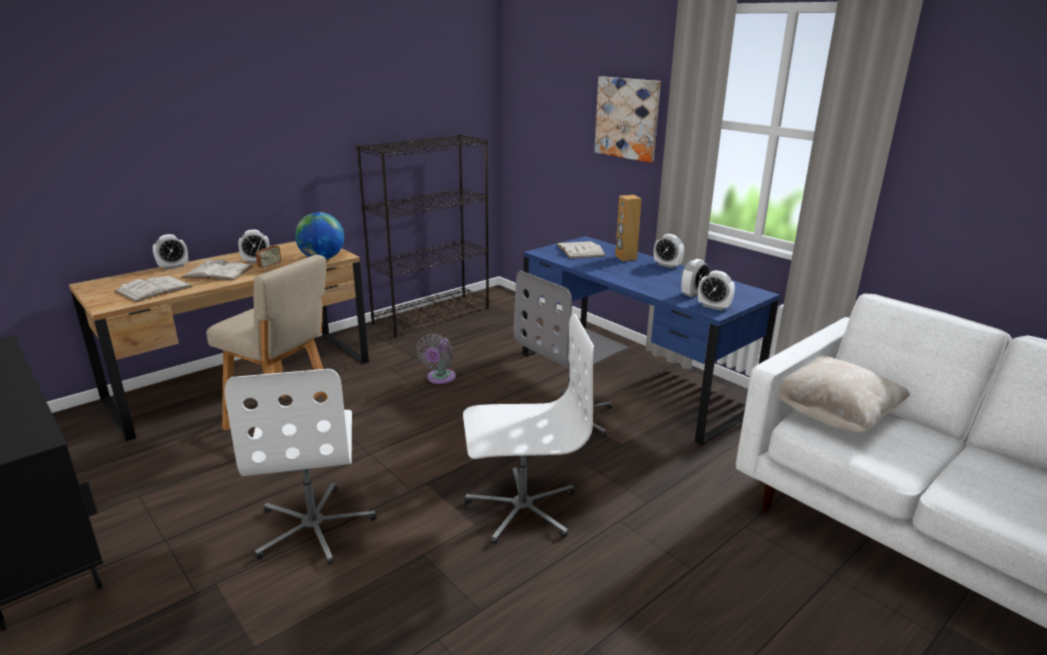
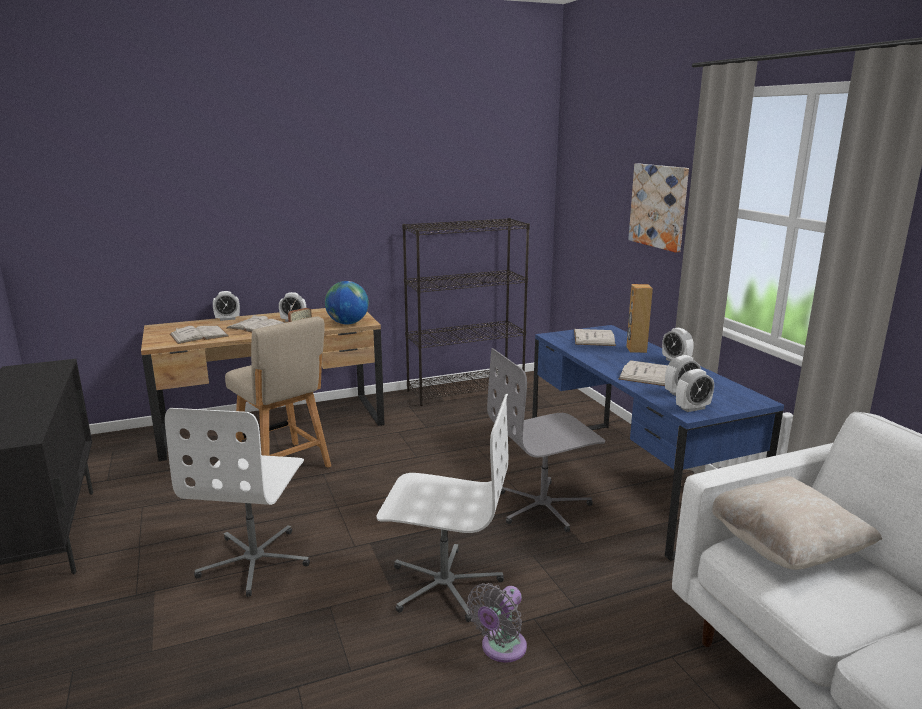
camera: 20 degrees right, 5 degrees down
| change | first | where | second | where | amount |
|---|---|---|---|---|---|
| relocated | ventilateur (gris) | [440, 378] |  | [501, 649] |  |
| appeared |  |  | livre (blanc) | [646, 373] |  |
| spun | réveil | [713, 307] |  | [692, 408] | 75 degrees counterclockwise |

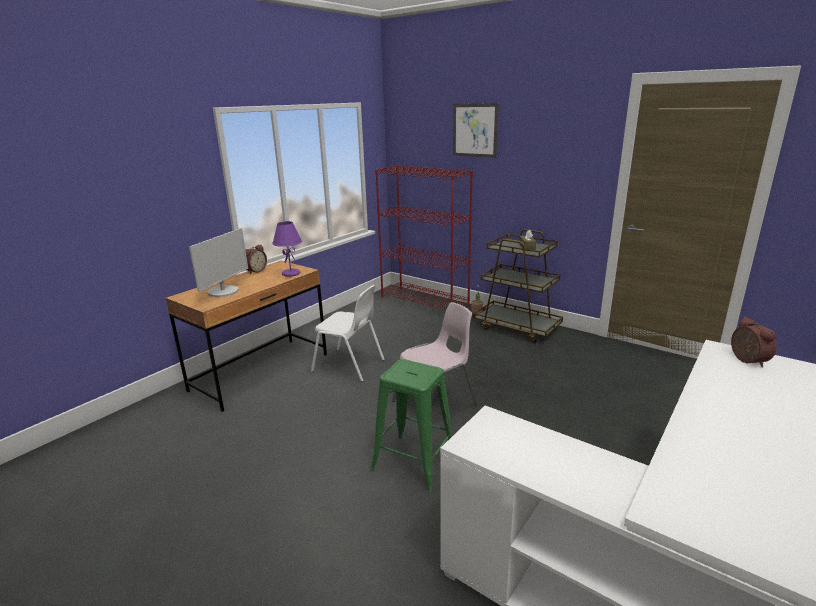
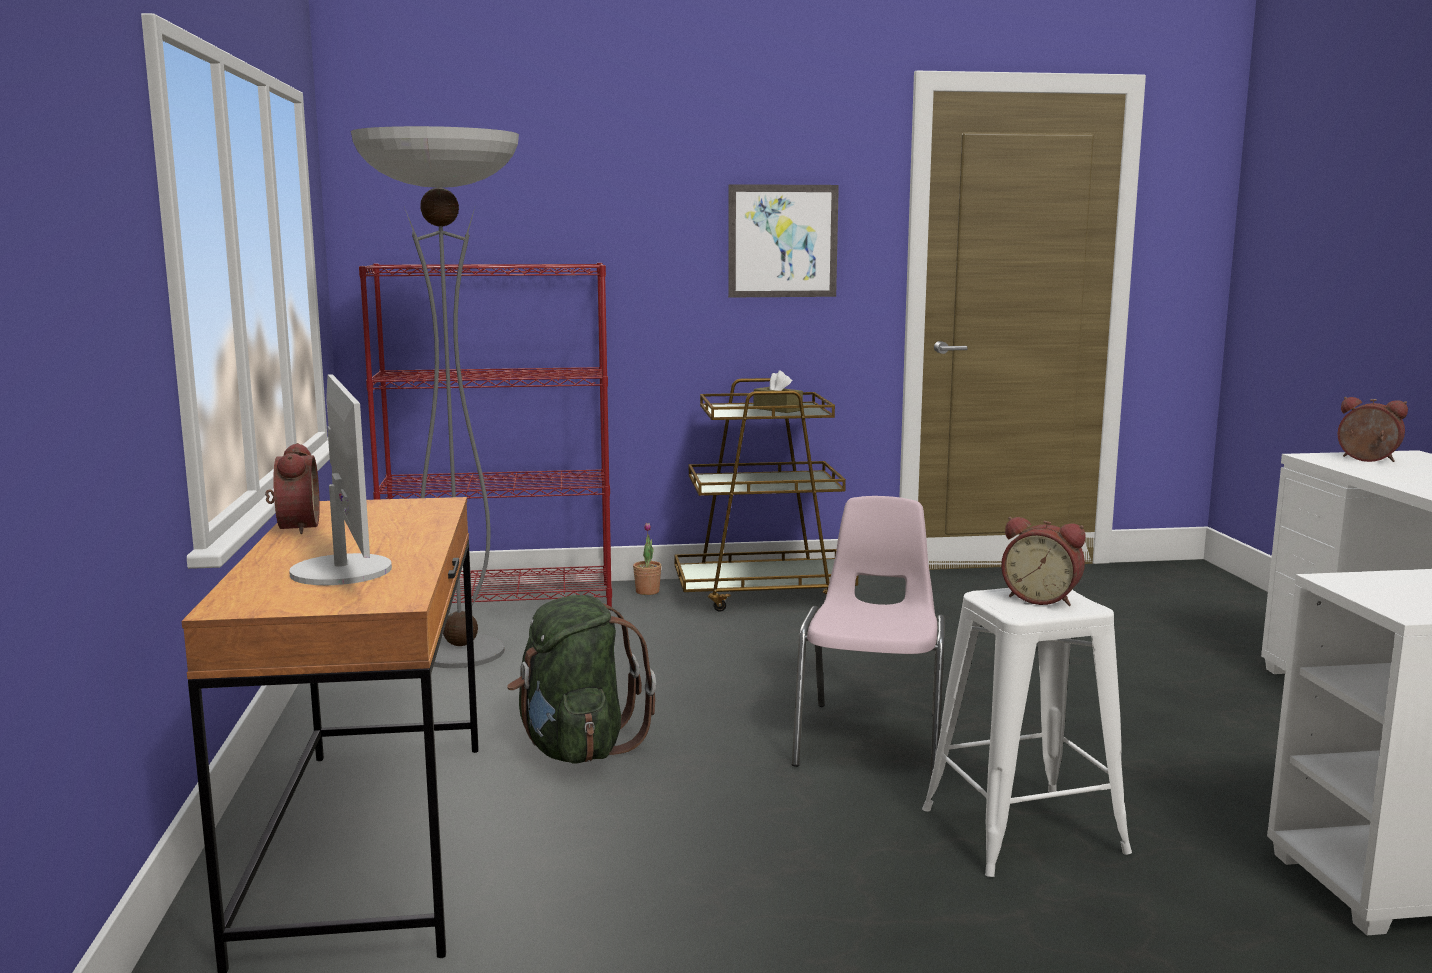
camera: 45 degrees left, 10 degrees down
| change | first | where | second | where | amount |
|---|---|---|---|---|---|
| appeared |  |  | lampadaire | [461, 652] |  |
| exchanged | chaise (blanc) | [349, 365] | sac à dos (vert) | [576, 748] |  |
| relocated | tableau | [475, 130] |  | [782, 241] |  |
| colour | tabouret (vert) | [414, 462] | tabouret (blanc) | [1023, 830] |  |
| appeared |  |  | réveil | [1041, 598] |  |
| missing | lampe de table (violet) | [291, 273] |  |  |  |

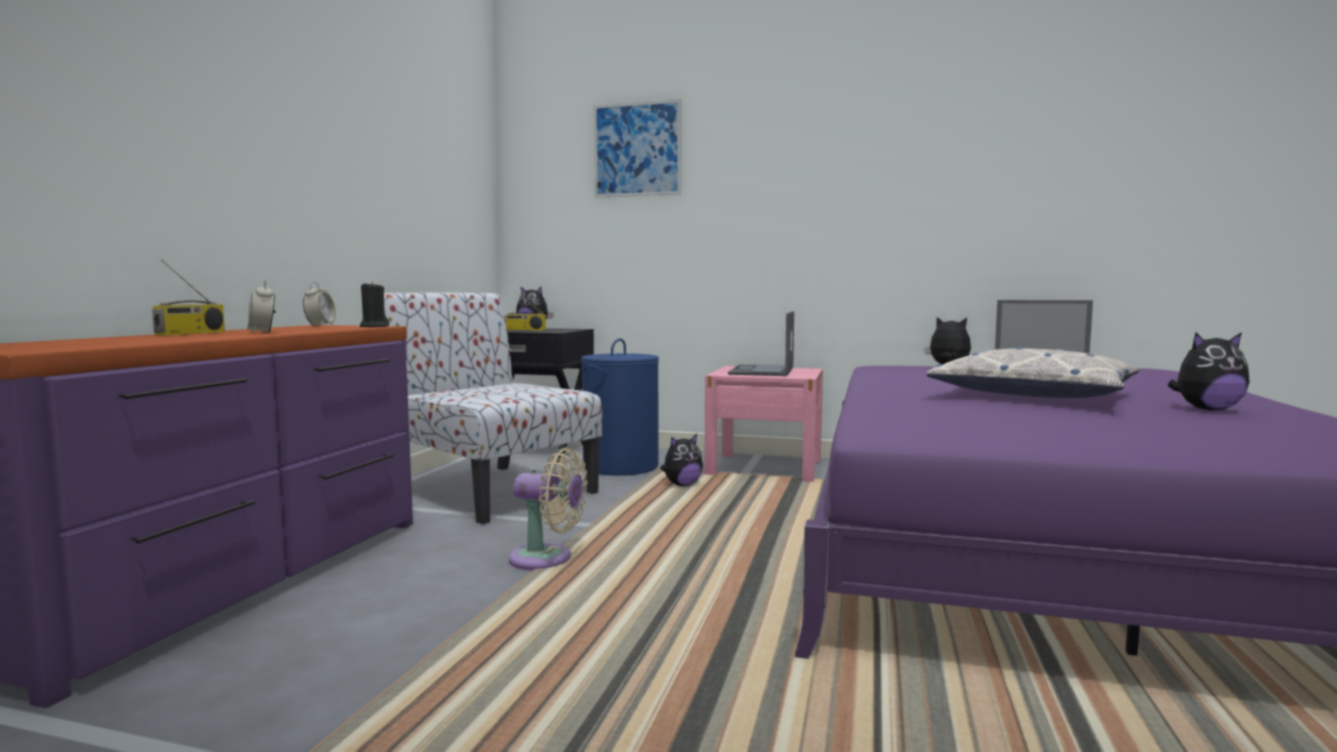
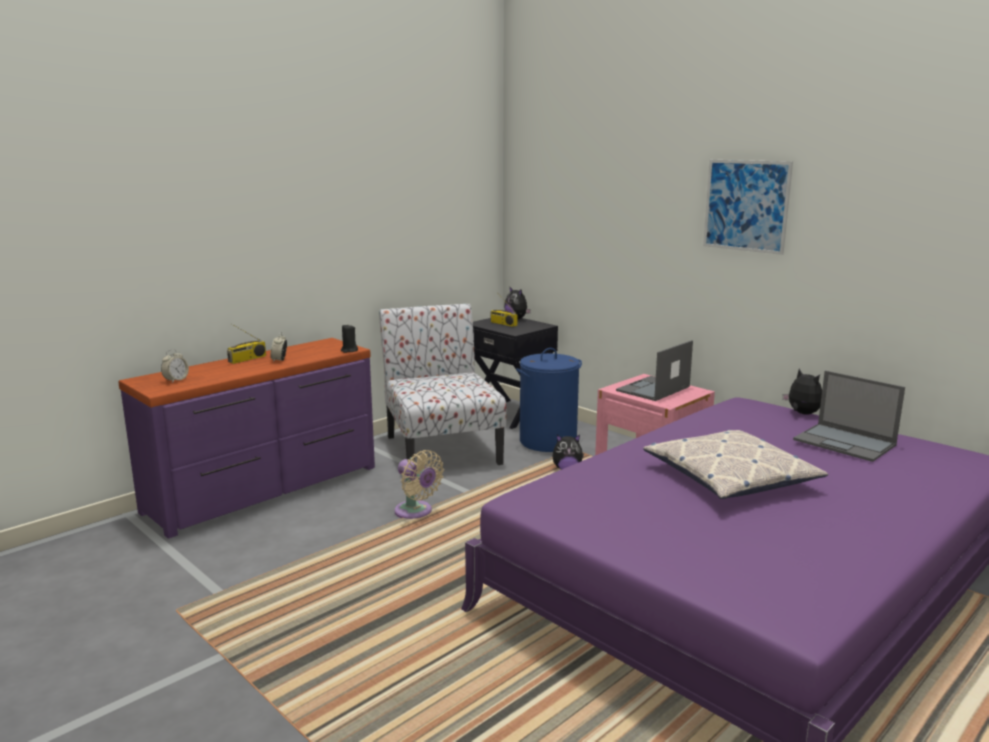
camera: 30 degrees right, 10 degrees up
| change | first | where | second | where | amount |
|---|---|---|---|---|---|
| relocated | réveil | [320, 325] |  | [176, 380] |  |
| relocated | tableau | [637, 149] |  | [746, 206] |  |
| missing | peluche | [1207, 409] |  |  |  |

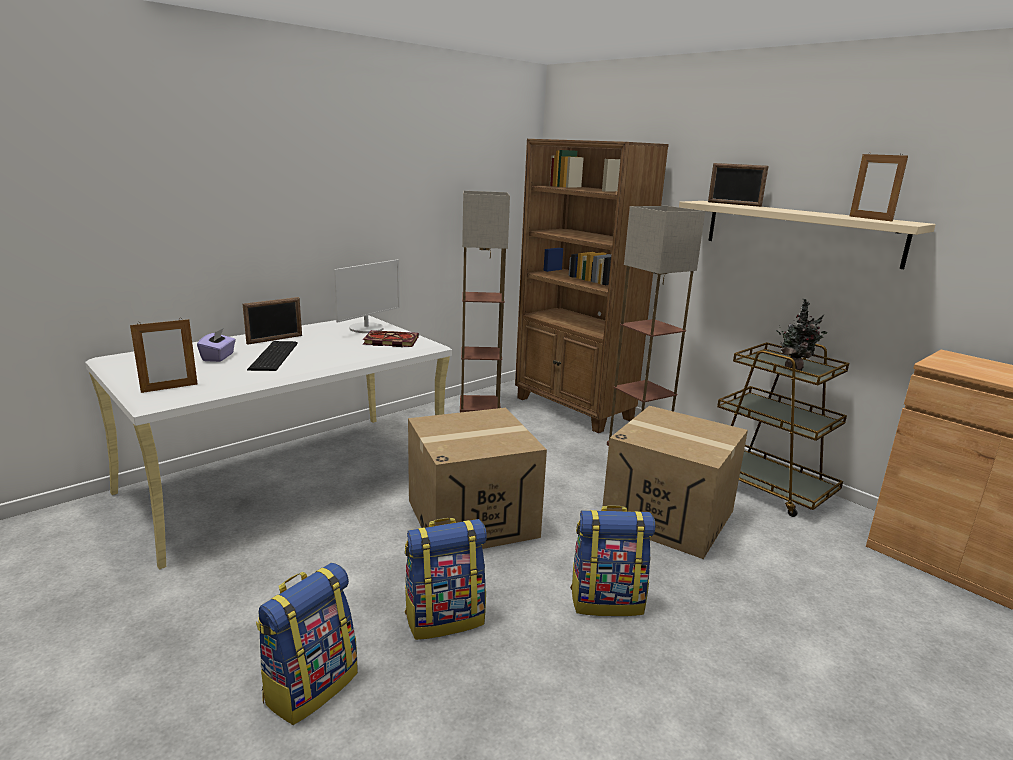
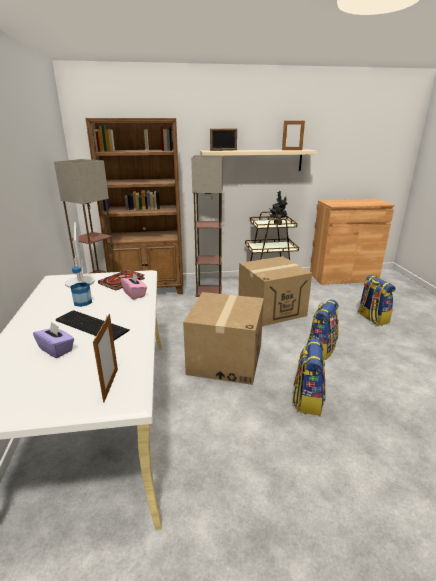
camera: 55 degrees left, 5 degrees up
| change | first | where | second | where | amount |
|---|---|---|---|---|---|
| appeared |  |  | bouteille | [83, 302] |  |
| appeared |  |  | boîte à mouchoirs (rose) | [135, 294] |  |
| relocated | sac à dos | [311, 686] |  | [372, 318] |  |
| missing | cadre photo | [275, 339] |  |  |  |

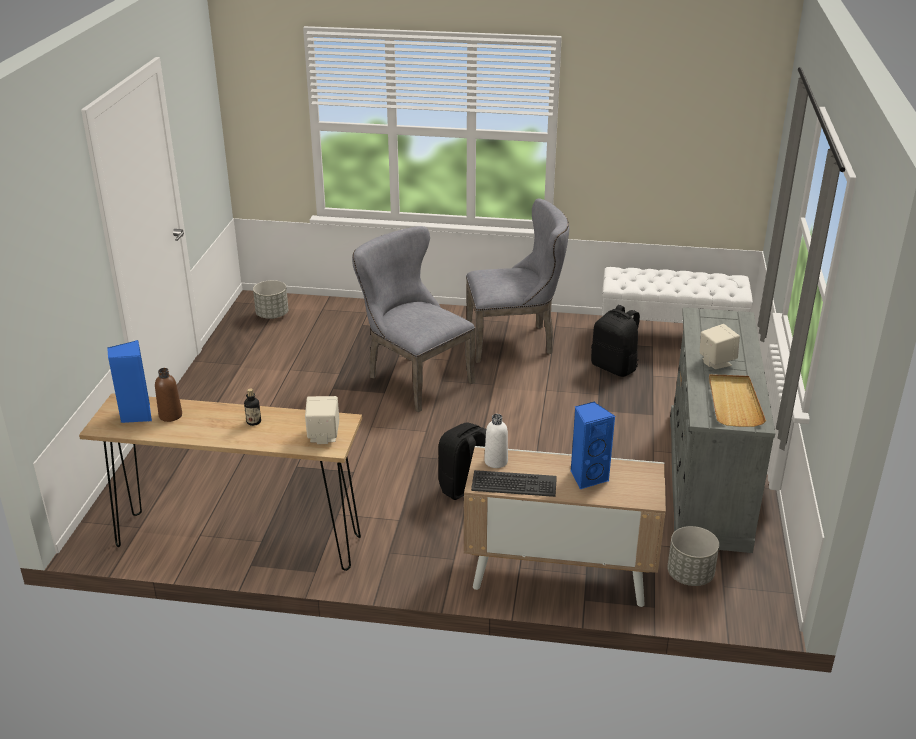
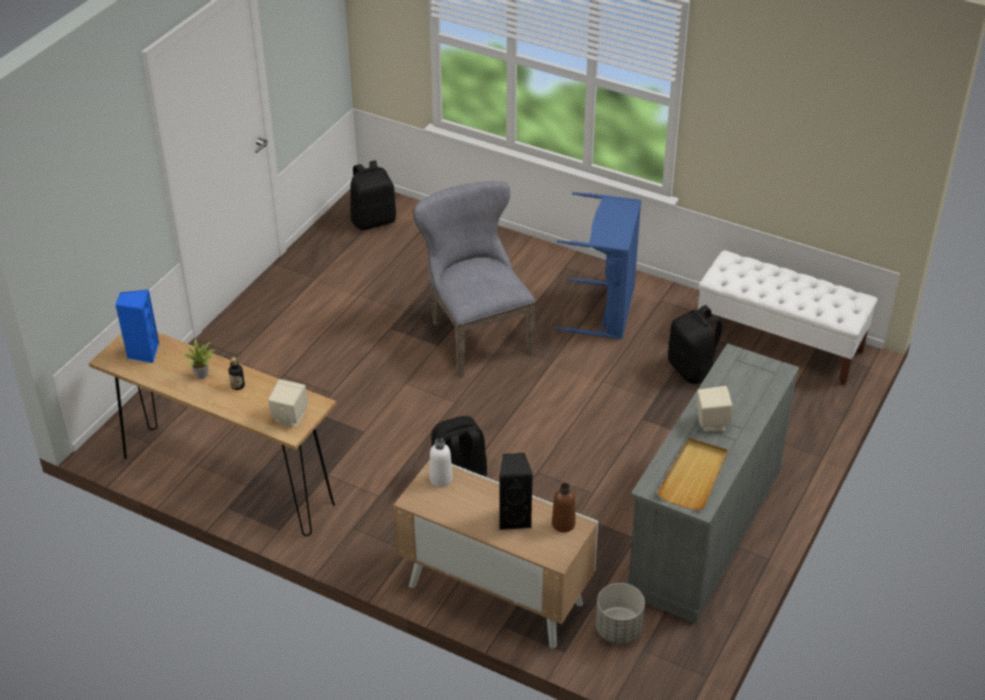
camera: 20 degrees right, 10 degrees up
| change | first | where | second | where | amount |
|---|---|---|---|---|---|
| appeared |  |  | plante en pot | [203, 375] |  |
| exchanged | cache-pot (gris) | [272, 315] | sac à dos (noir) | [373, 220] |  |
| colour | enceinte (bleu) | [587, 477] | enceinte (noir) | [514, 518] |  |
| relocated | bouteille (marron) | [170, 415] |  | [563, 524] |  |
| exchanged | chaise (gris) | [515, 341] | panier à linge (bleu) | [605, 311] |  |
| missing | clavier | [514, 485] |  |  |  |

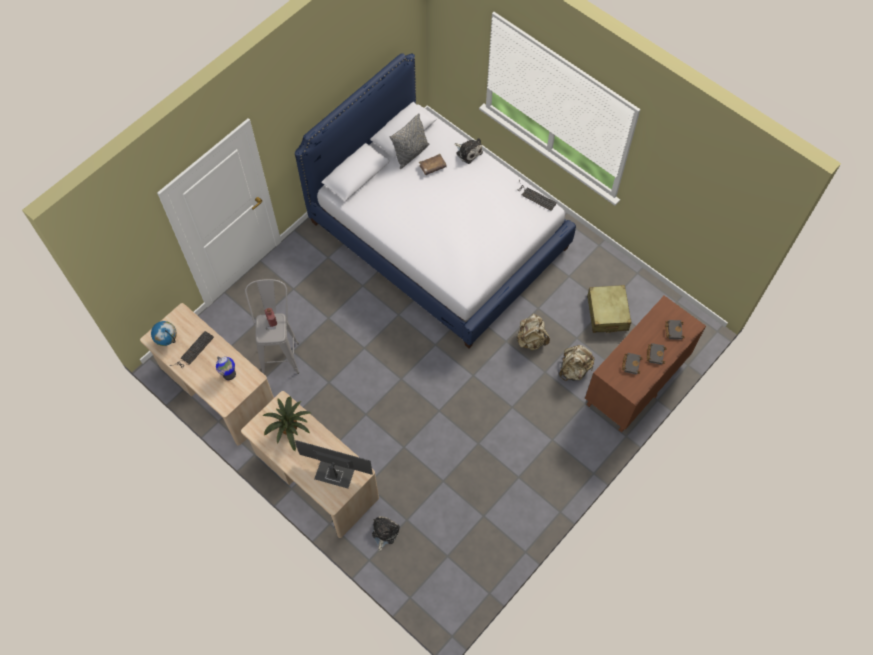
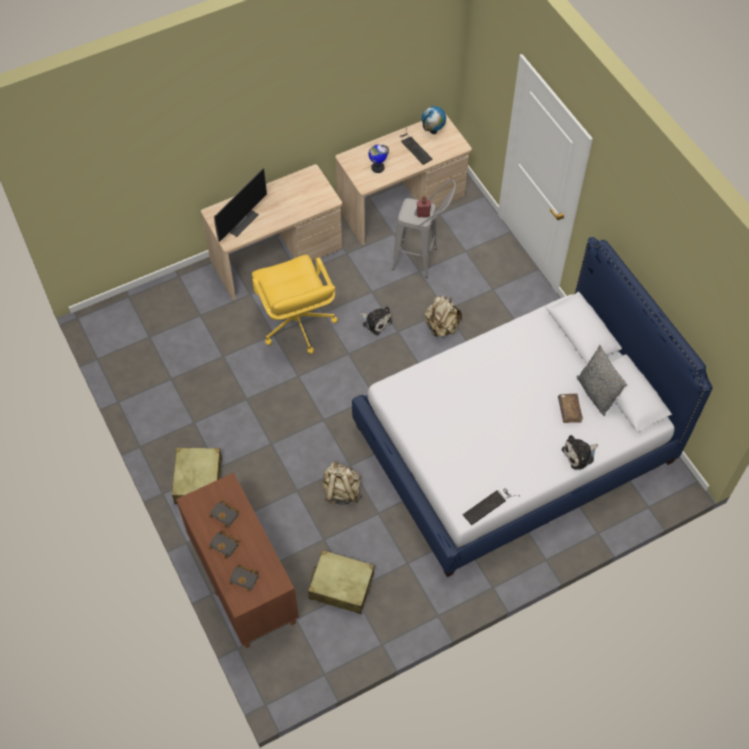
camera: 110 degrees right, 5 degrees down
| change | first | where | second | where | amount |
|---|---|---|---|---|---|
| appeared |  |  | valise (beige) | [198, 480] |  |
| appeared |  |  | chaise de bureau (jaune) | [297, 325] |  |
| relocated | peluche | [384, 532] |  | [376, 322] |  |
| relocated | sac à dos (beige) | [574, 369] |  | [441, 327] |  |
| missing | plante en pot | [290, 429] |  |  |  |

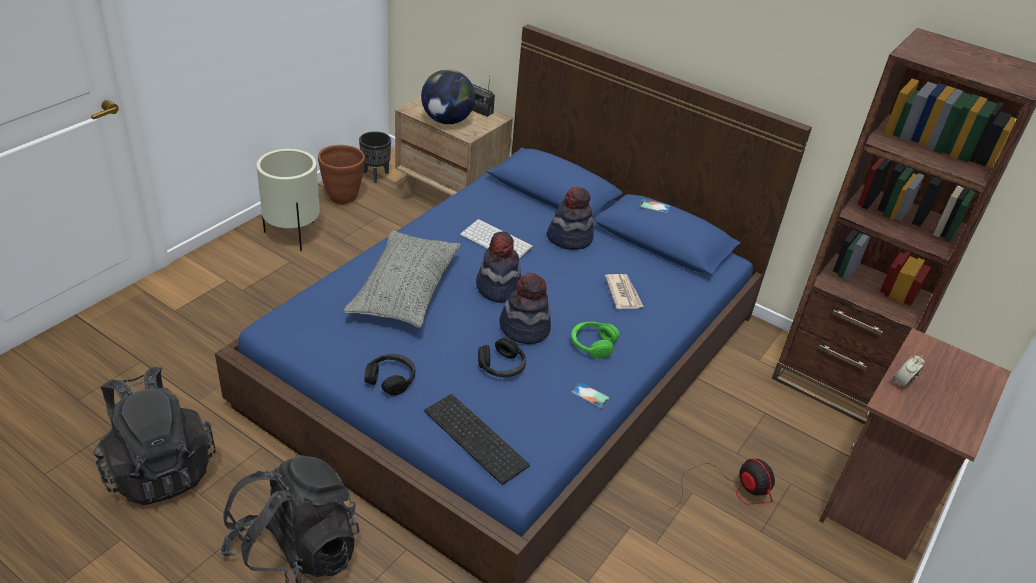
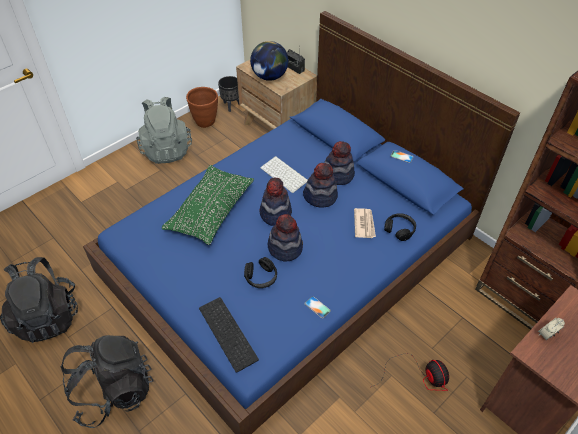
camera: 15 degrees right, 10 degrees up
| change | first | where | second | where | amount |
|---|---|---|---|---|---|
| exchanged | cache-pot (beige) | [293, 234] | sac à dos (gris) | [166, 149] |  |
| colour | coussin (gris) | [405, 291] | coussin (vert) | [210, 211] |  |
| appeared |  |  | chapeau | [320, 196] |  |
| relocated | casque audio (noir) | [391, 379] |  | [399, 229] |  |
| missing | casque audio (vert) | [592, 344] |  |  |  |

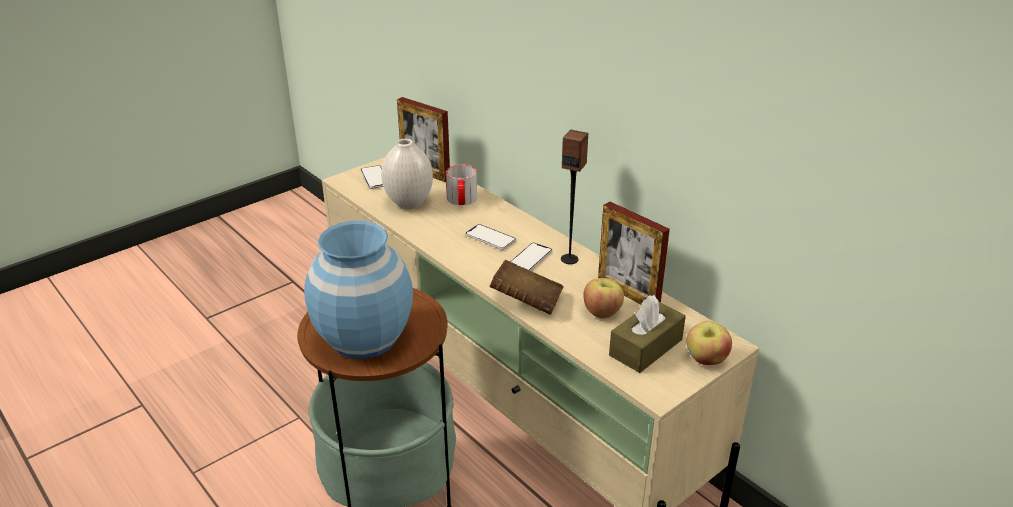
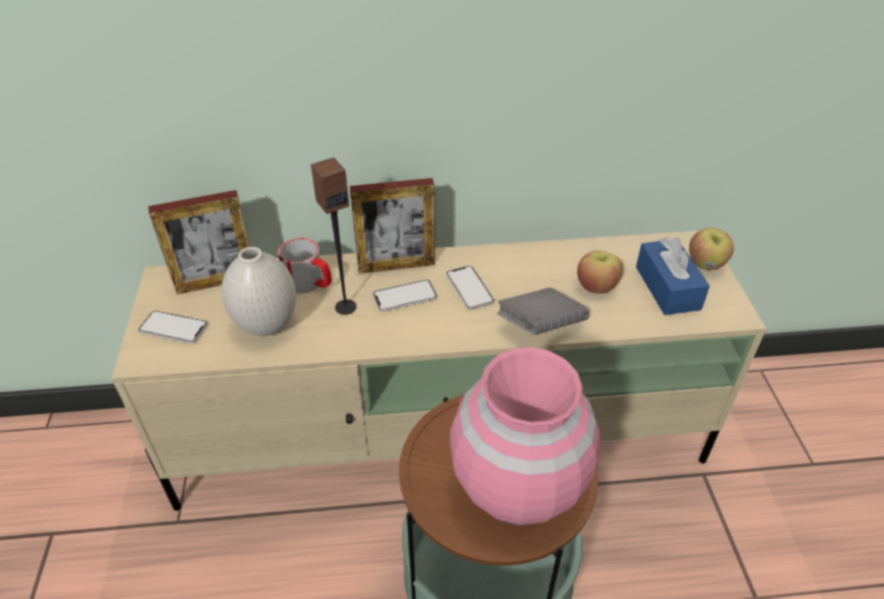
camera: 55 degrees left, 10 degrees up
| change | first | where | second | where | amount |
|---|---|---|---|---|---|
| relocated | enceinte | [569, 259] |  | [345, 307] |  |
| relocated | cadre photo | [628, 294] |  | [396, 265] |  |
| colour | vase (bleu) | [363, 338] | vase (rose) | [518, 486] |  |
| colour | livre (marron) | [526, 302] | livre (gris) | [540, 326] |  |
| colour | boîte à mouchoirs (marron) | [645, 347] | boîte à mouchoirs (bleu) | [667, 288] |  |

